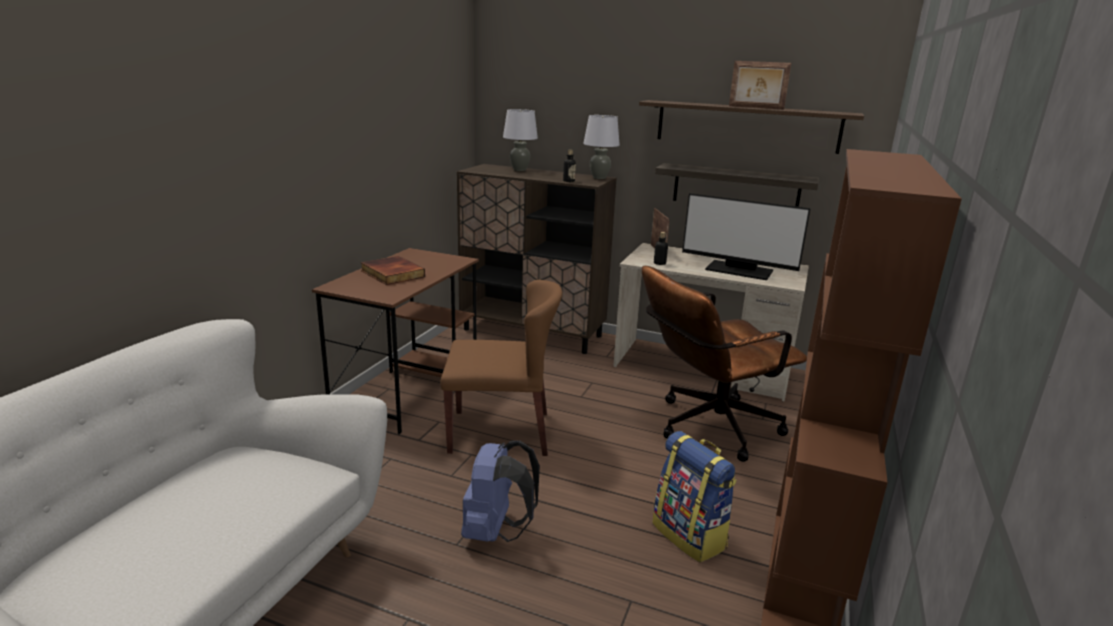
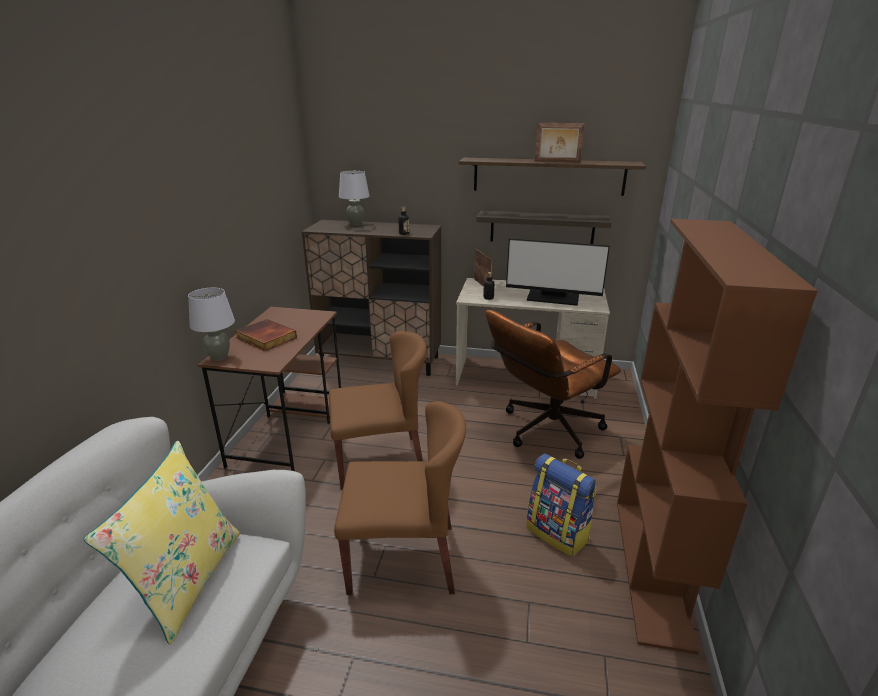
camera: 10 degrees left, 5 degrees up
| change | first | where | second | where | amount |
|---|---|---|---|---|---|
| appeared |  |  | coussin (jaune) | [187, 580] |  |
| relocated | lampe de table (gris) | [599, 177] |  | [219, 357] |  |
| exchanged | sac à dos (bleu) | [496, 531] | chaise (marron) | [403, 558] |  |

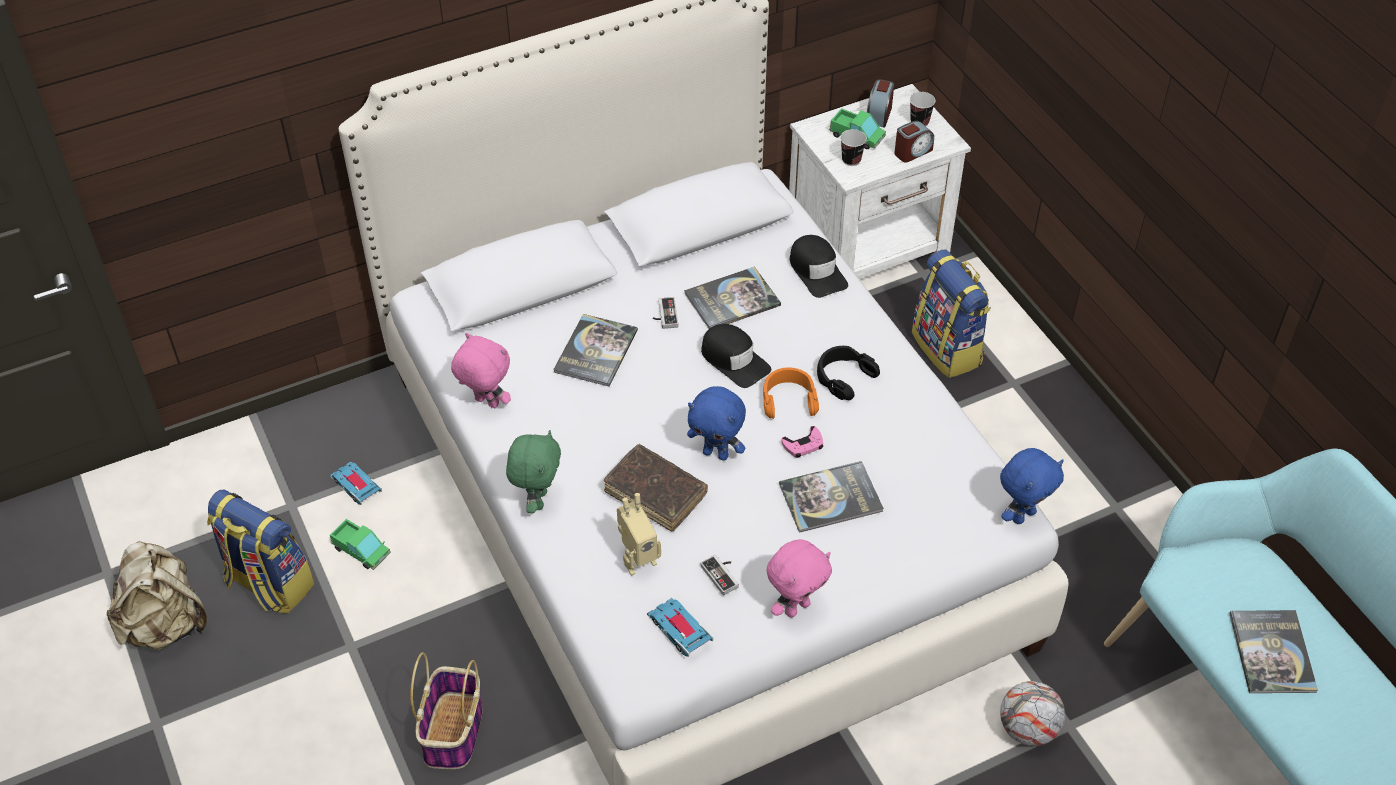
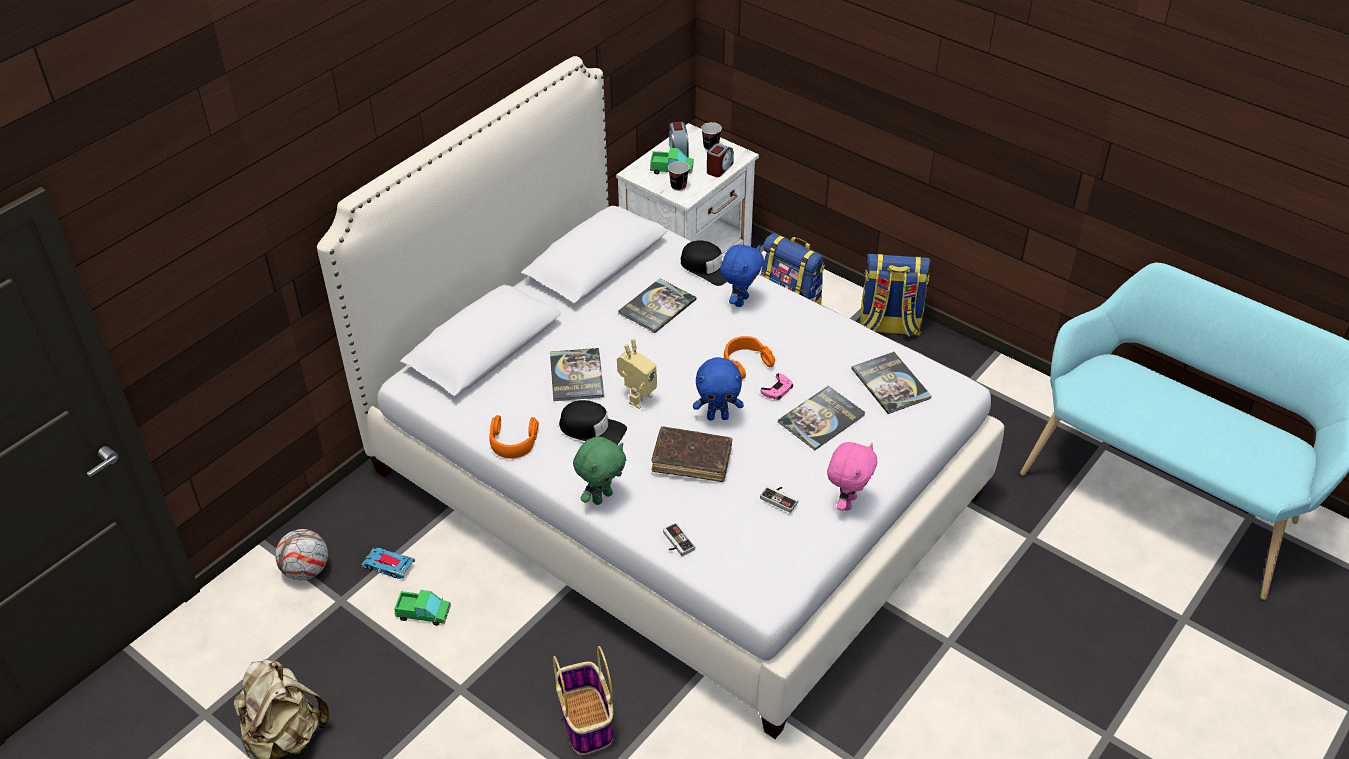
camera: 25 degrees left, 5 degrees down
| change | first | where | second | where | amount |
|---|---|---|---|---|---|
| relocated | ballon de foot | [1027, 729] |  | [306, 570] |  |
| exchanged | peluche (rose) | [485, 403] | casque audio (orange) | [513, 441] |  |
| relocated | casquette (noir) | [734, 360] |  | [592, 429] |  |
| spun | peluche (vert) | [537, 500] |  | [601, 497] | 60 degrees clockwise |
| relocated | robot jouet | [637, 559] |  | [637, 397] |  |
| relocated | manette | [664, 315] |  | [675, 542] |  |
| relocated | peluche (bleu) | [1022, 515] |  | [740, 300] |  |
| relocated | livre | [1272, 652] |  | [890, 383] |  |
| relocated | sac à dos | [268, 584] |  | [889, 326] |  |
| missing | petite voiture | [679, 629] |  |  |  |
| missing | casque audio (noir) | [844, 377] |  |  |  |

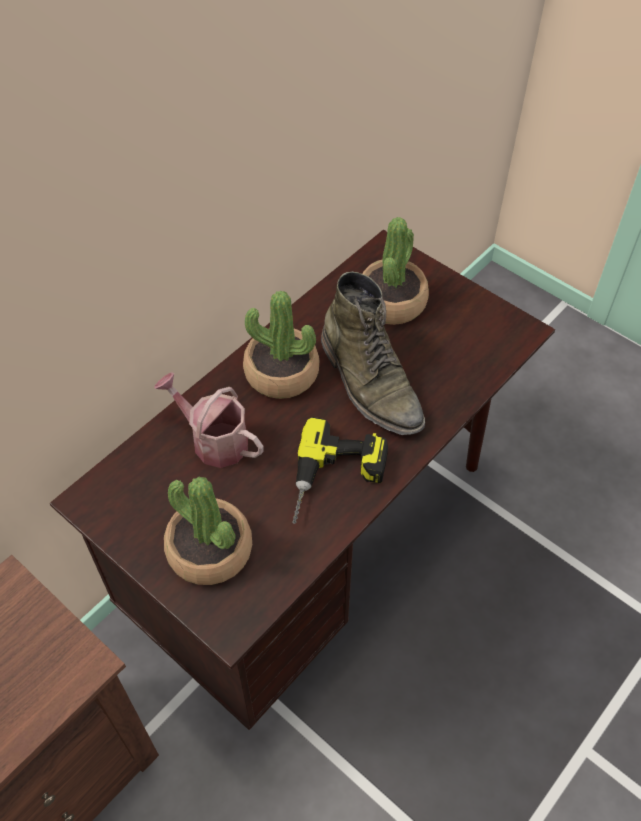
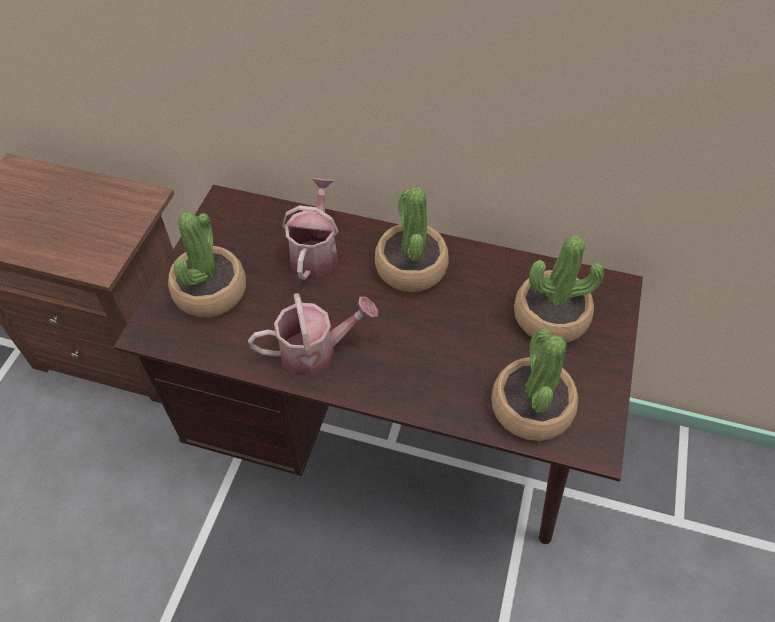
camera: 65 degrees right, 0 degrees up
| change | first | where | second | where | amount |
|---|---|---|---|---|---|
| exchanged | perceuse | [337, 481] | arrosoir | [316, 351] |  |
| appeared |  |  | plante en pot | [531, 407] |  |
| missing | botte (vert) | [370, 383] |  |  |  |

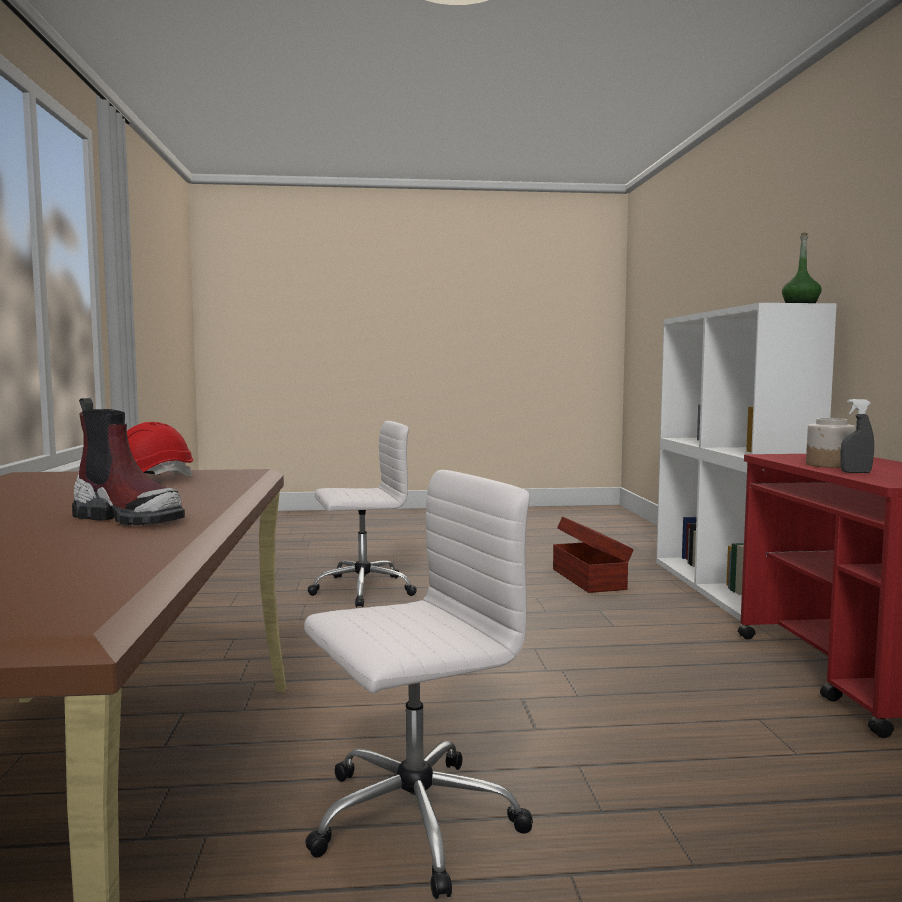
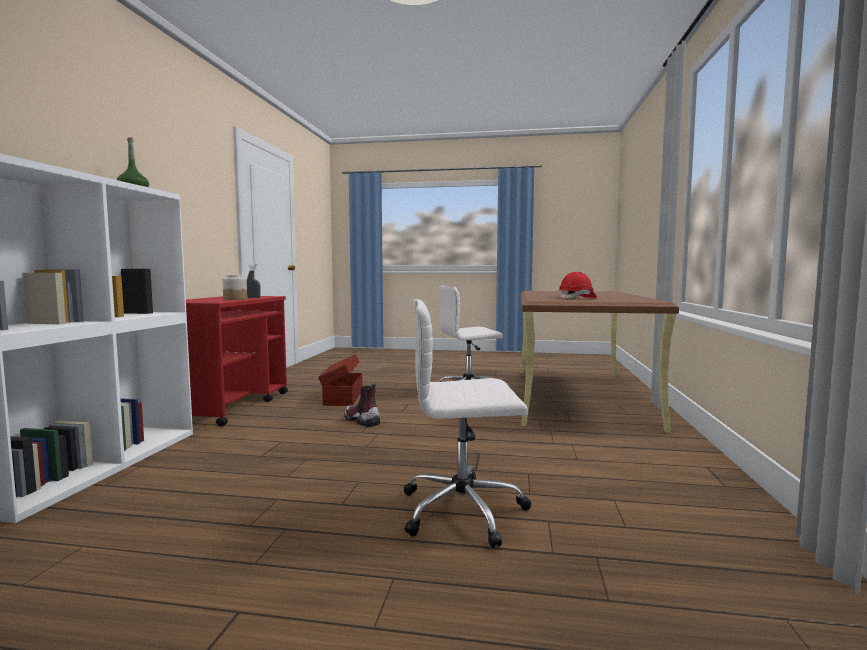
camera: 165 degrees left, 0 degrees up
| change | first | where | second | where | amount |
|---|---|---|---|---|---|
| relocated | boîte de rangement (marron) | [589, 579] |  | [342, 397] |  |
| relocated | botte | [129, 518] |  | [361, 420] |  |

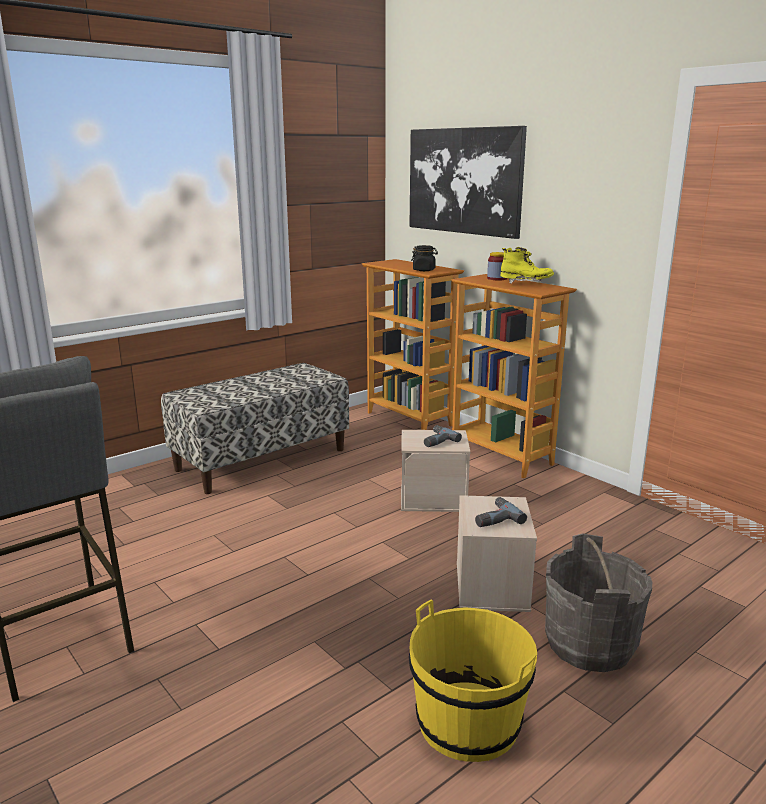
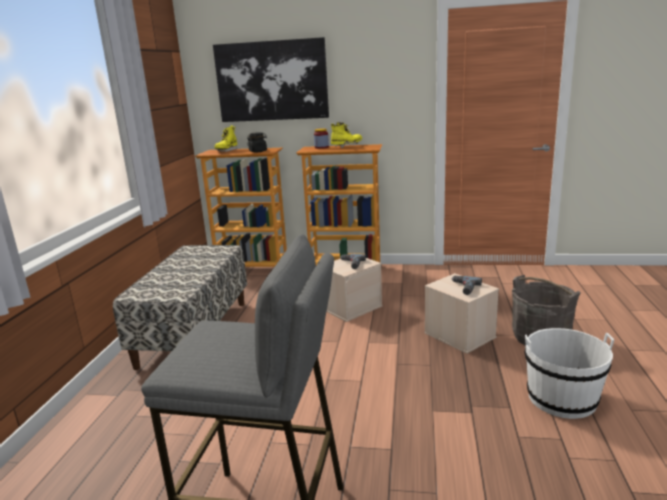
camera: 40 degrees left, 0 degrees up
| change | first | where | second | where | amount |
|---|---|---|---|---|---|
| appeared |  |  | botte (jaune) | [226, 151] |  |
| colour | seau (jaune) | [468, 722] | seau (blanc) | [561, 398] |  |

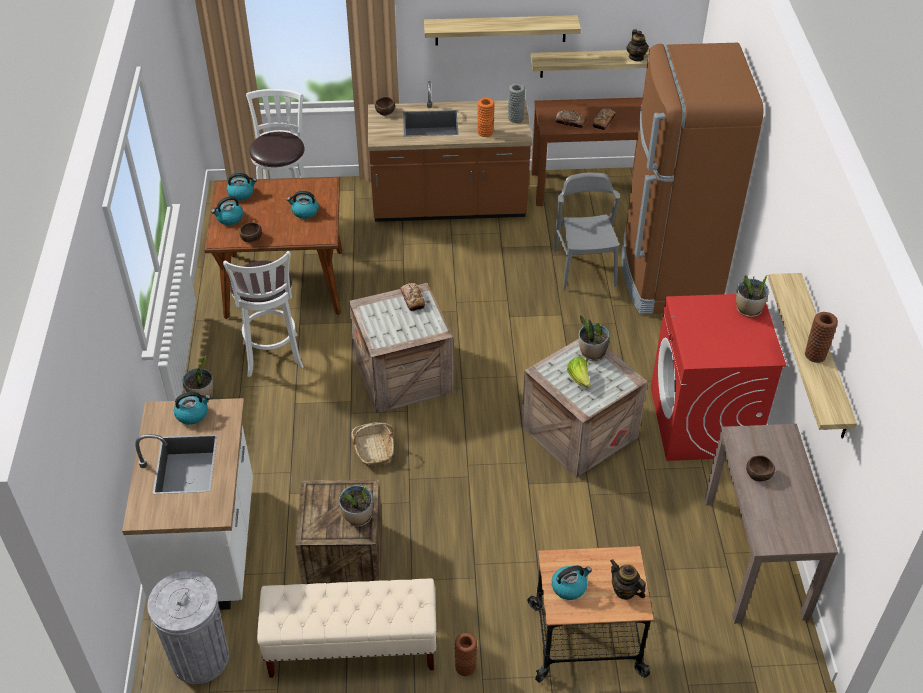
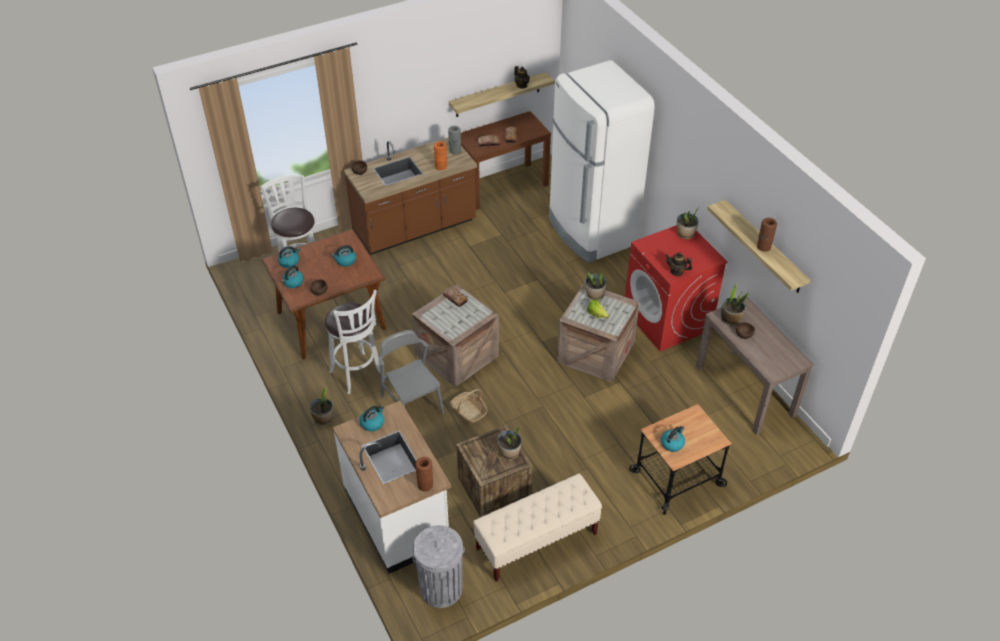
camera: 25 degrees left, 0 degrees up
| change | first | where | second | where | amount |
|---|---|---|---|---|---|
| relocated | chaise (gris) | [584, 268] |  | [412, 405] |  |
| relocated | vase (marron) | [465, 666] |  | [425, 484] |  |
| colour | réfrigérateur (marron) | [668, 276] | réfrigérateur (blanc) | [591, 232] |  |
| relocated | théière | [625, 591] |  | [676, 271] |  |
| appeared |  |  | plante en pot | [730, 319] |  |
| missing | étagère | [500, 30] |  |  |  |

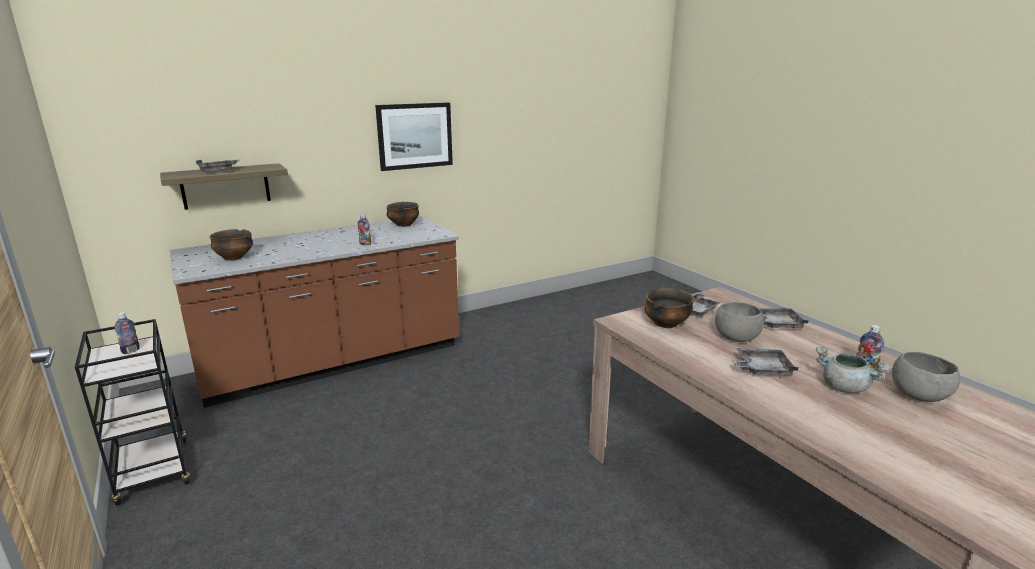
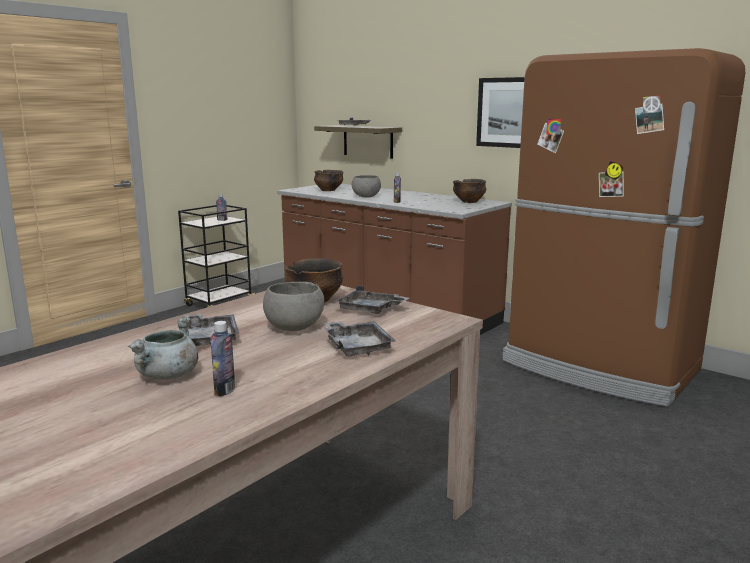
camera: 70 degrees right, 5 degrees down
| change | first | where | second | where | amount |
|---|---|---|---|---|---|
| relocated | bol (gris) | [919, 396] |  | [366, 197] |  |
| appeared |  |  | réfrigérateur (marron) | [600, 367] |  |

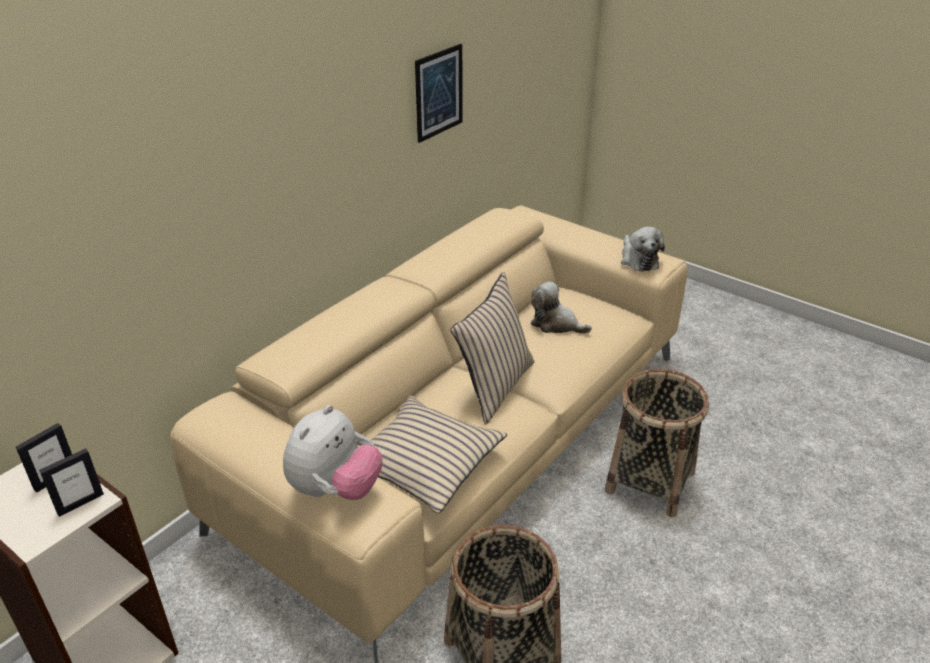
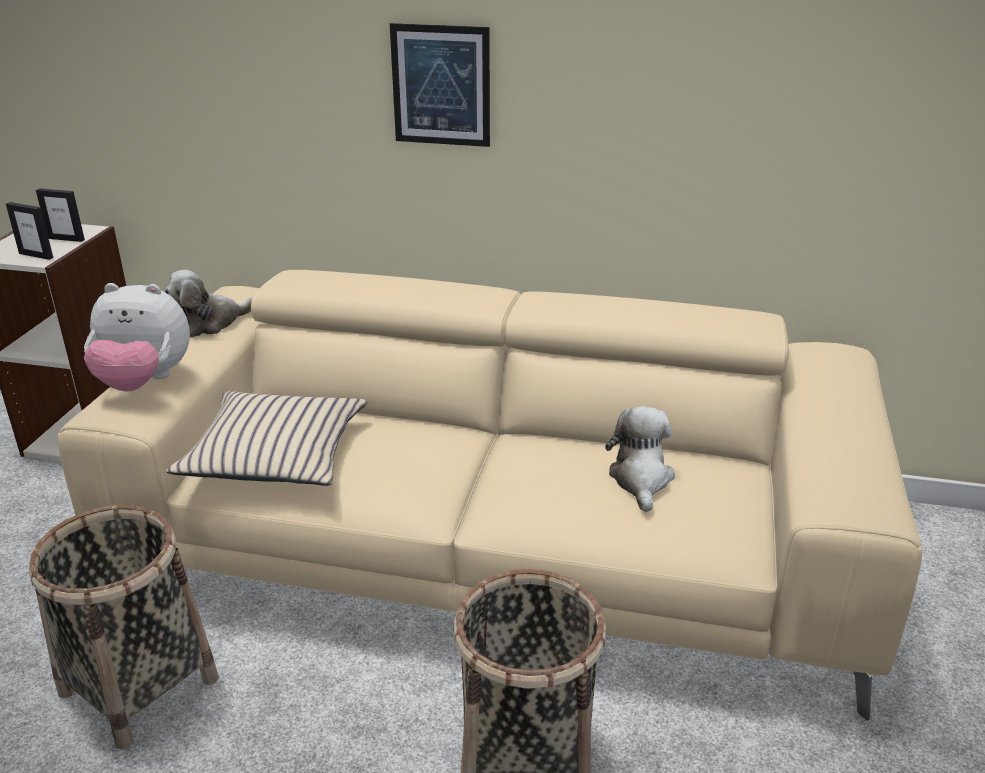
camera: 65 degrees right, 5 degrees down
| change | first | where | second | where | amount |
|---|---|---|---|---|---|
| relocated | peluche | [638, 259] |  | [210, 323] |  |
| relocated | tableau | [439, 93] |  | [441, 85] |  |
| missing | coussin (beige) | [494, 387] |  |  |  |

